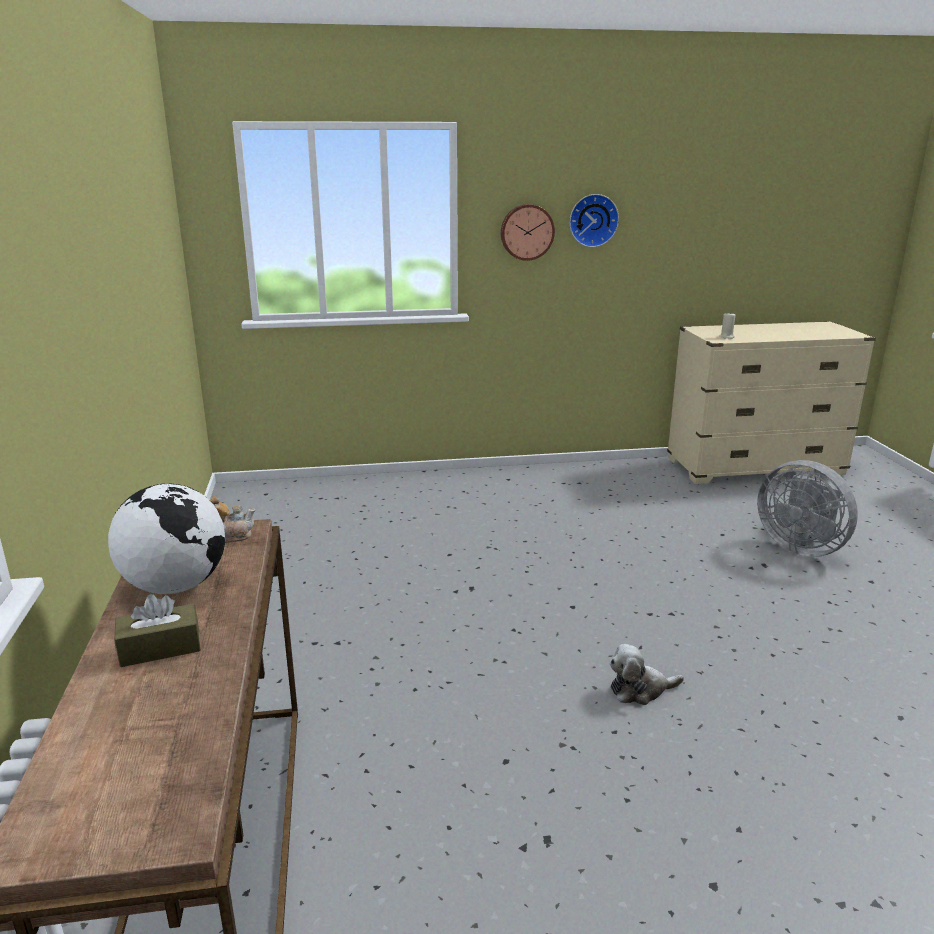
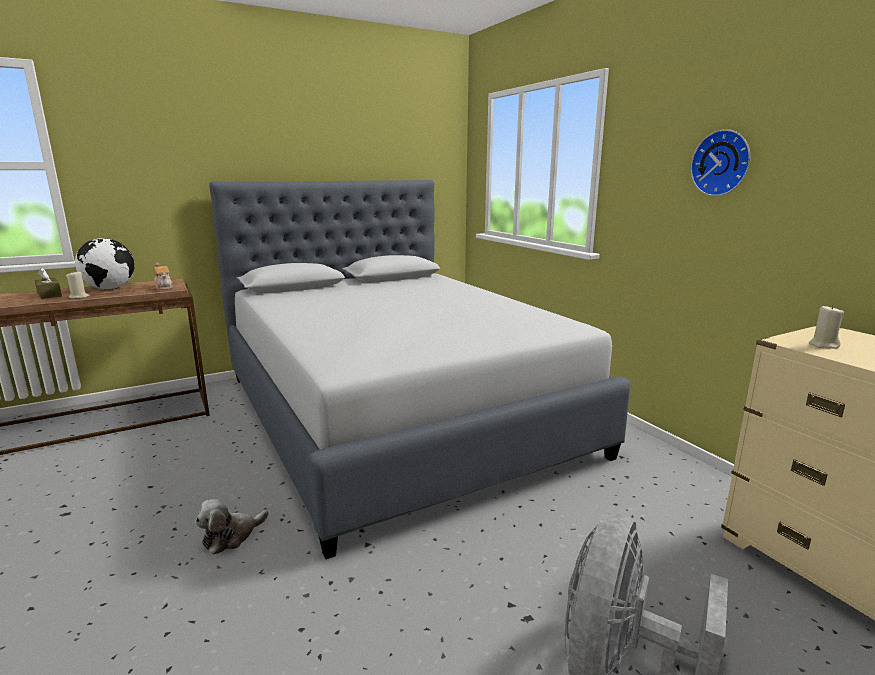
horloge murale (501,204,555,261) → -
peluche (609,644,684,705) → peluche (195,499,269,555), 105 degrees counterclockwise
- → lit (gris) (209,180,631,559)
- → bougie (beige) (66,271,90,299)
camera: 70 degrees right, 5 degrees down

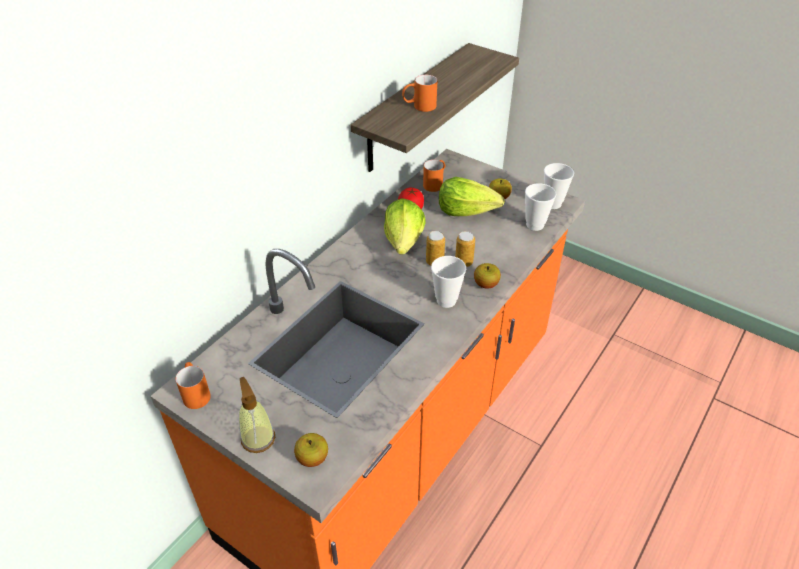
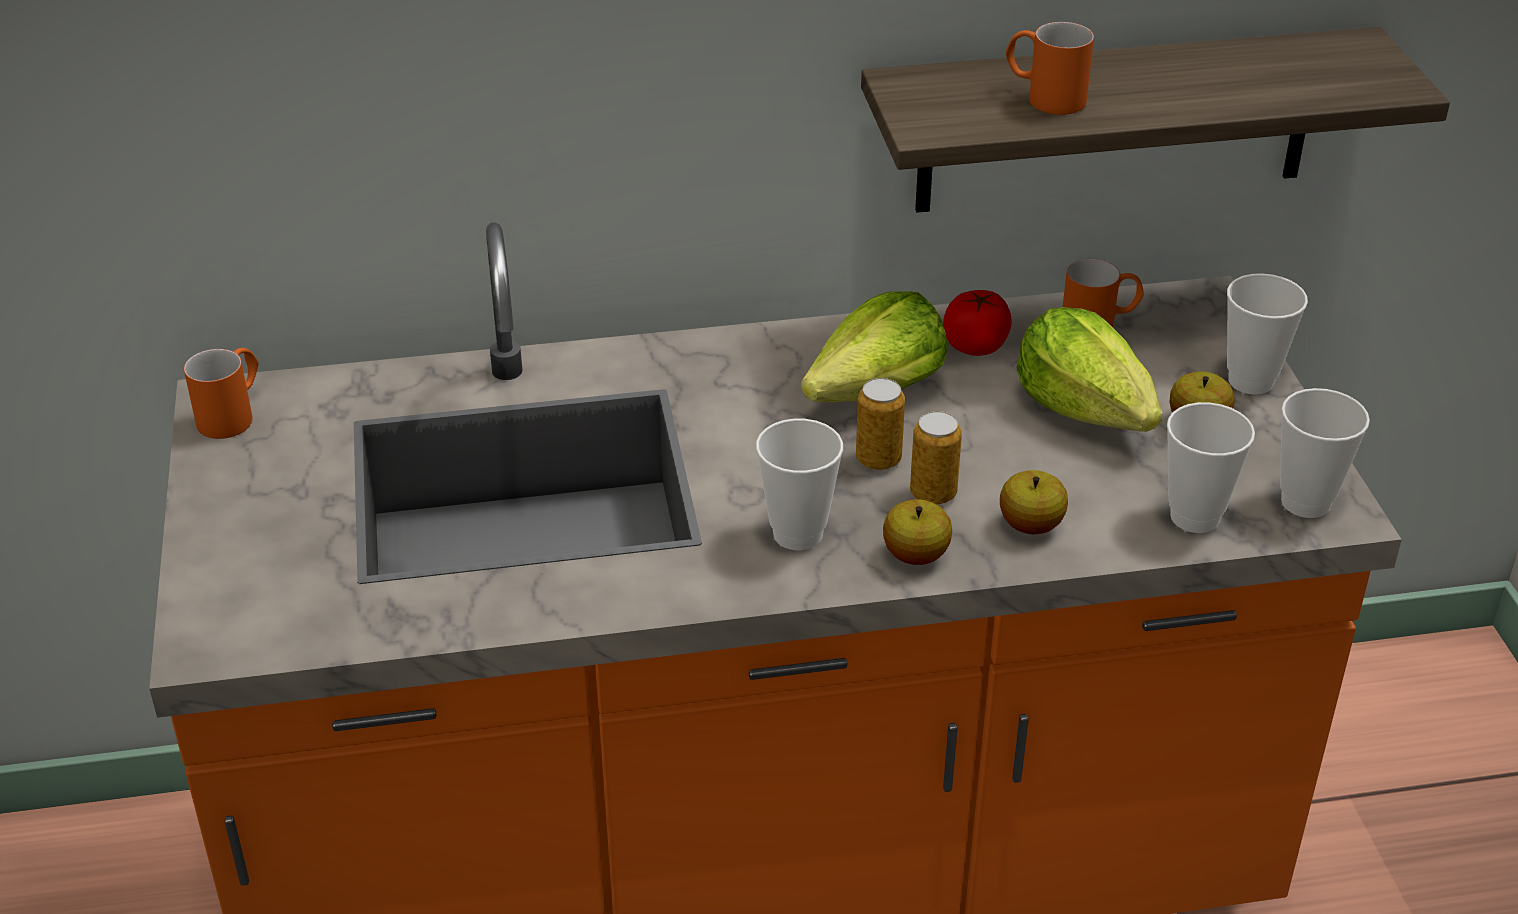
distributeur de savon (239,377,275,453) → -
pomme (294,433,328,467) → pomme (1000,470,1068,534), move
- → tasse (1227,273,1308,395)
camera: 45 degrees right, 5 degrees down

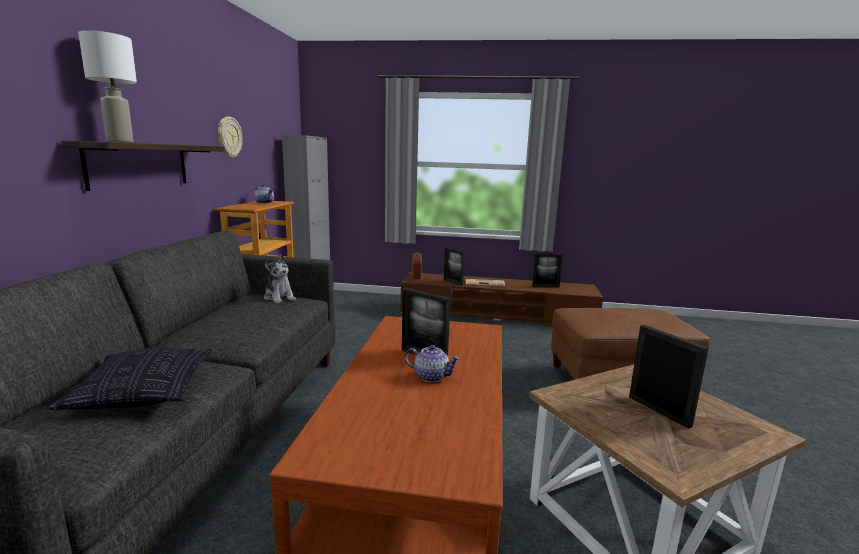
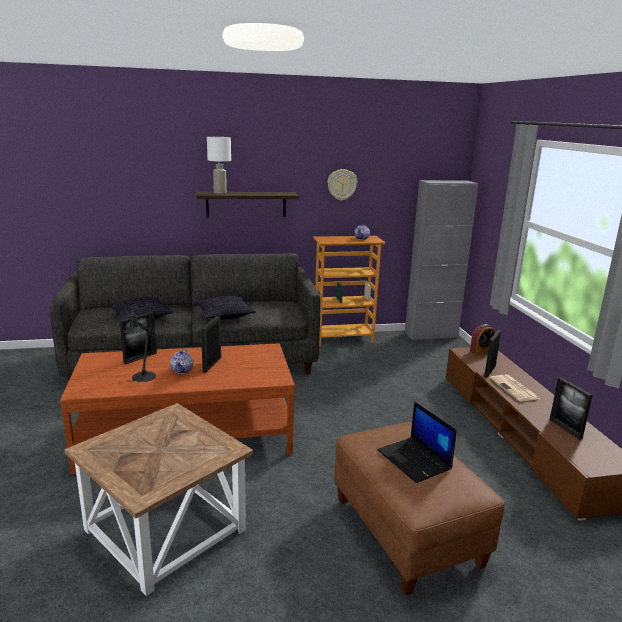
peluche (264,255,296,303) → -
cadre photo (629,325,709,429) → cadre photo (120,312,157,364), move
- → coussin (195,296,256,319)
- → lampe de table (noir) (124,309,156,382)
- → ordinateur portable (377,401,457,483)
camera: 70 degrees right, 5 degrees up

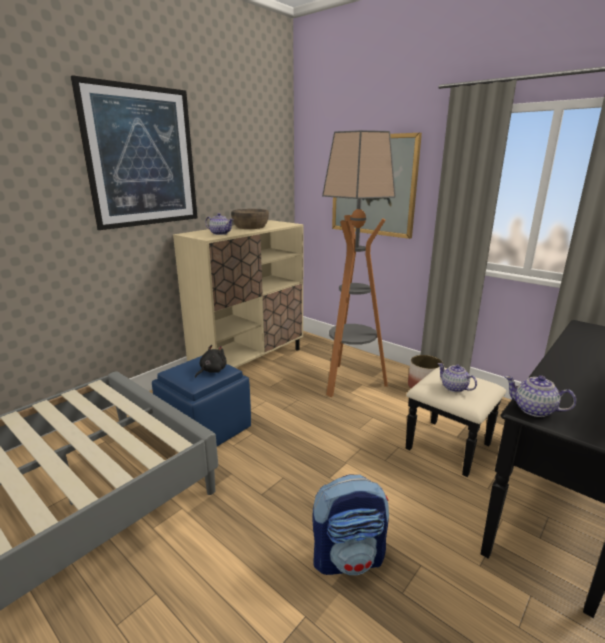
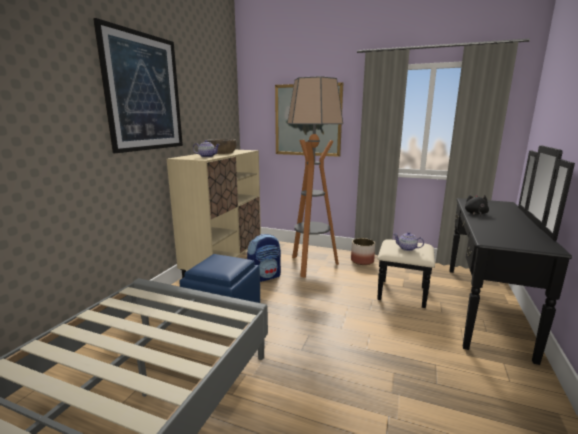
peluche (noir) (195,345,227,378) → peluche (noir) (465,194,489,217), move
théière (504,376,576,417) → -
sac à dos (313,475,389,575) → sac à dos (247,234,281,282), move
camera: 20 degrees left, 5 degrees down

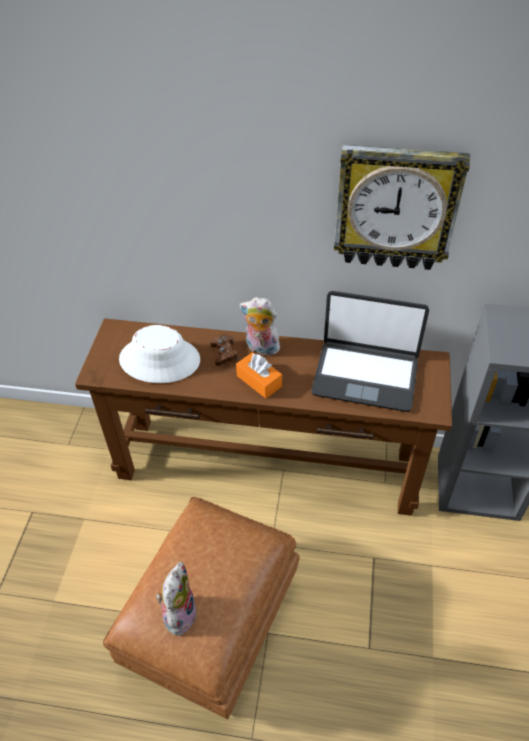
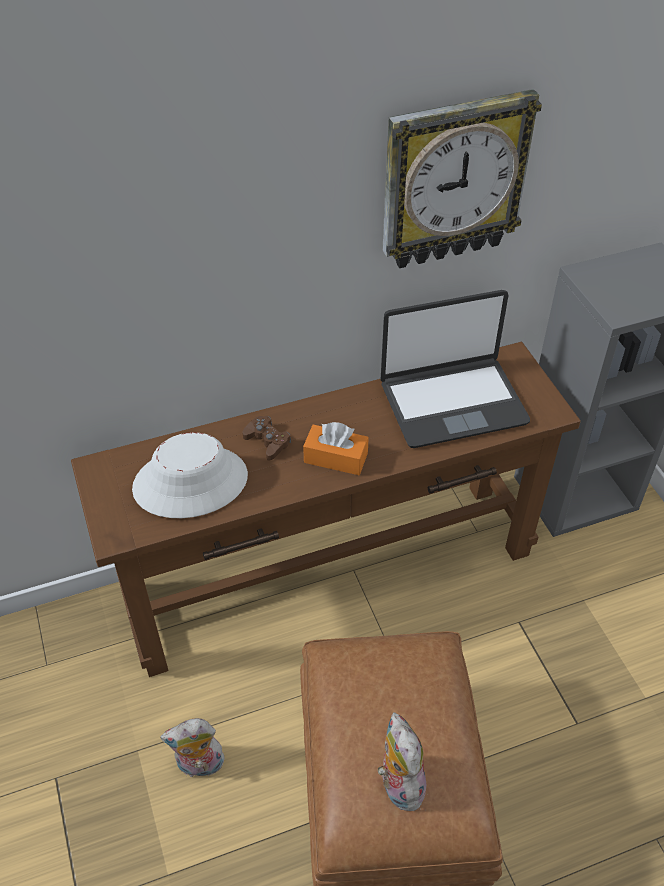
peluche (239,297,282,356) → peluche (160,718,225,777), move
camera: 30 degrees left, 0 degrees up

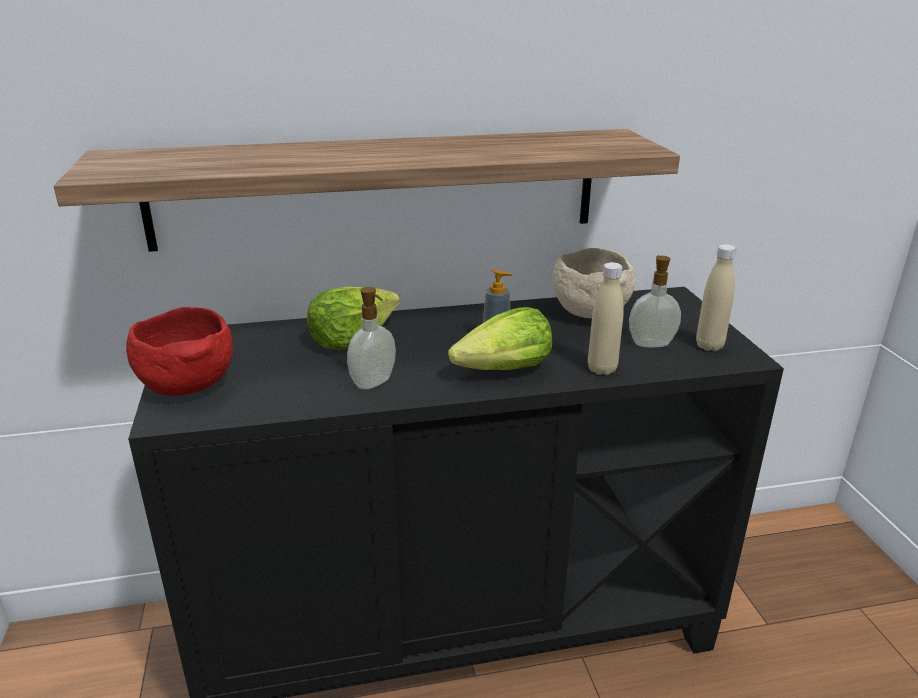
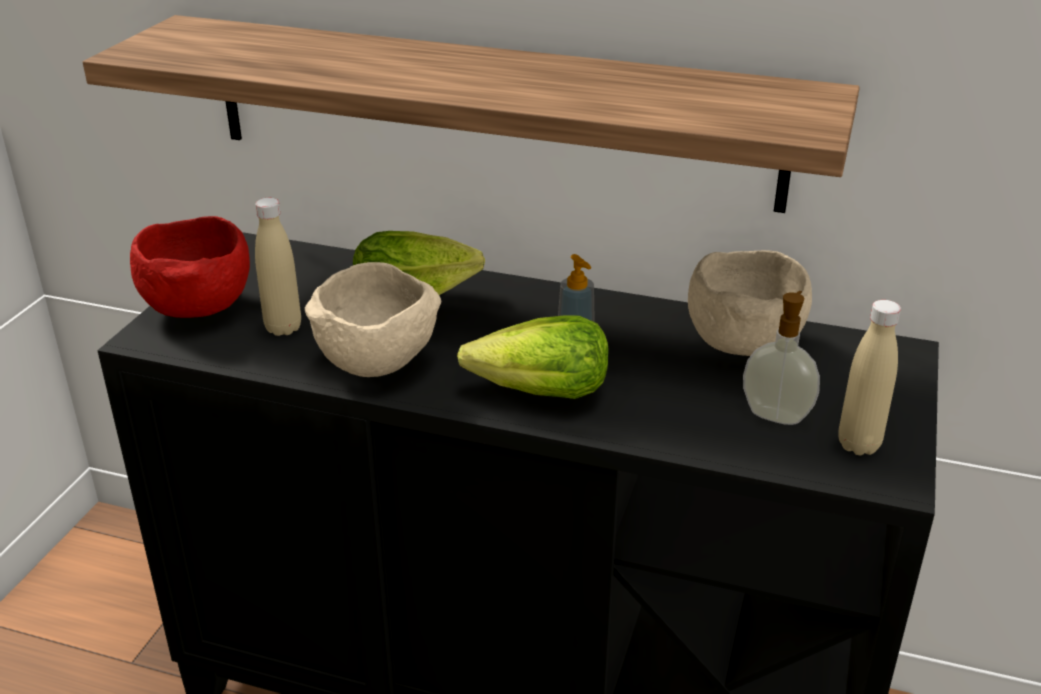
bouteille (beige) (588,262,624,375) → bouteille (beige) (255,198,301,336), move
distributeur de savon (347,287,396,389) → bol (beige) (305,262,441,377)
camera: 30 degrees right, 5 degrees up

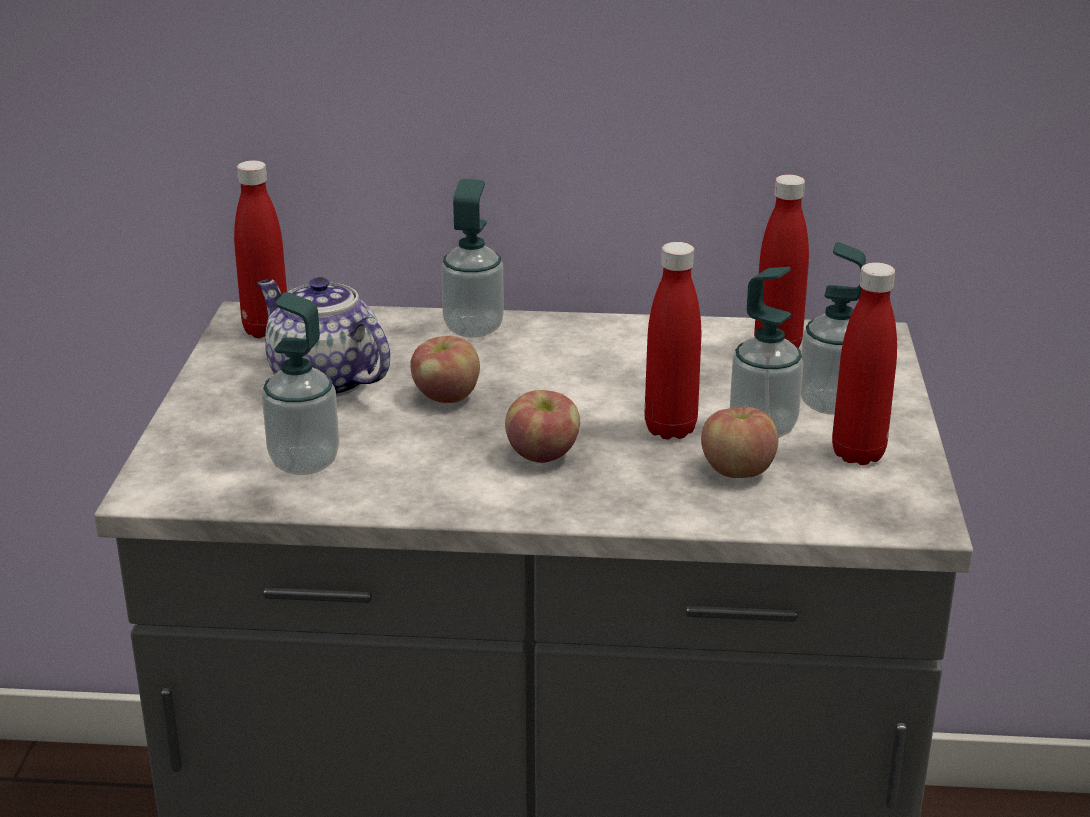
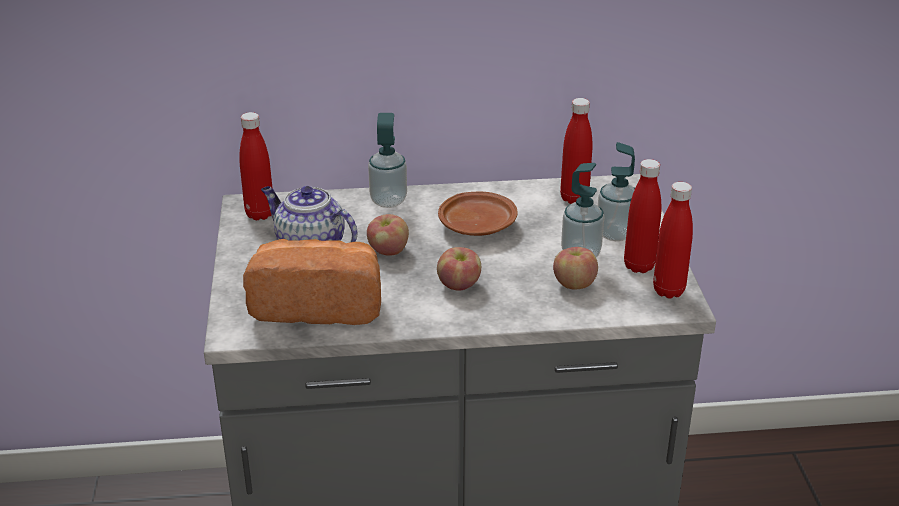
bouteille (rouge) (645,242,701,439) → bouteille (rouge) (653,182,693,299), move
distributeur de savon (262,292,339,475) → pain (243,239,381,325)
- → assiette (marron) (438,192,518,236)
camera: 10 degrees left, 5 degrees up

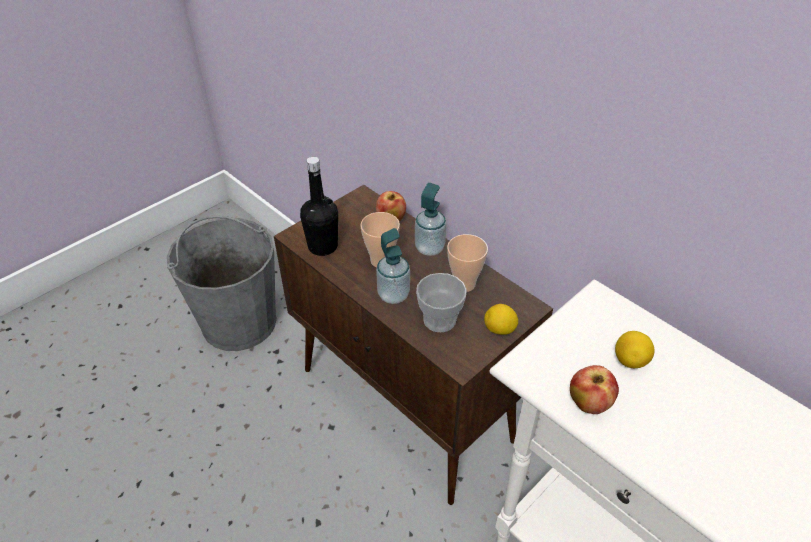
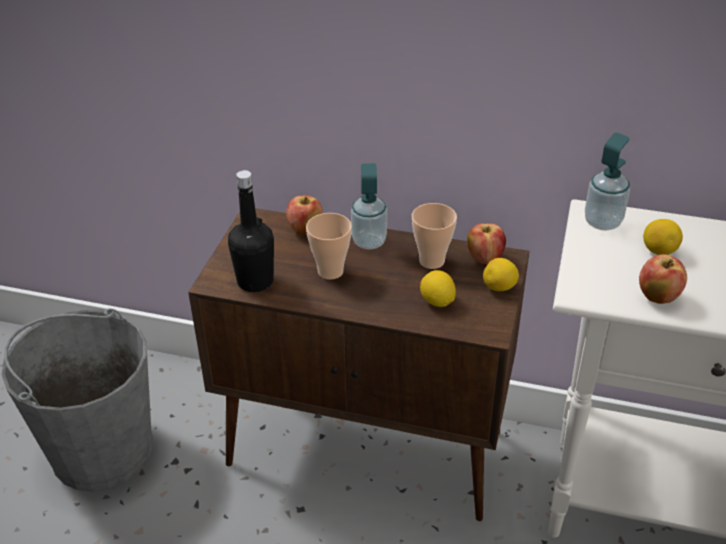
distributeur de savon (376,228,410,304) → distributeur de savon (585,132,630,230), move
tasse (416,273,467,332) → citron (420,270,456,307)
- → pomme (467,223,506,264)
camera: 30 degrees left, 5 degrees down

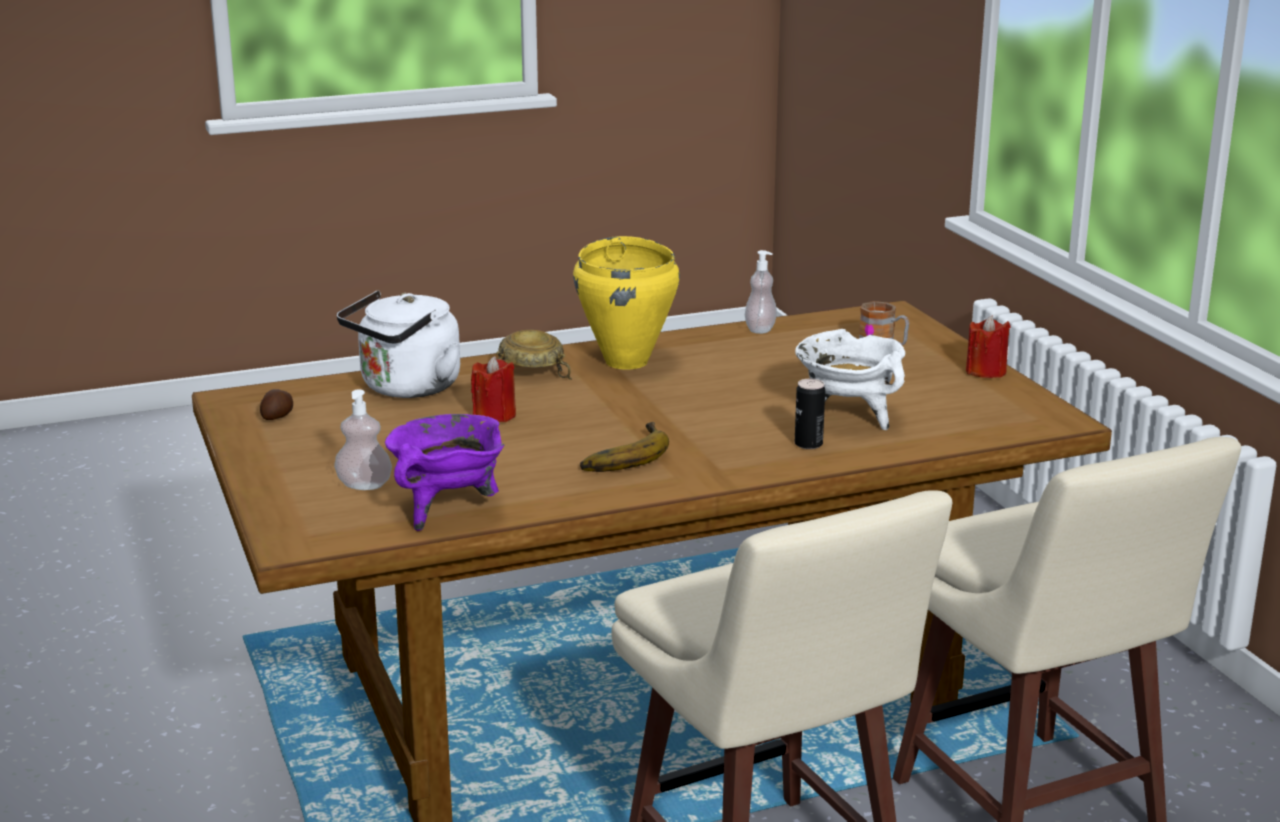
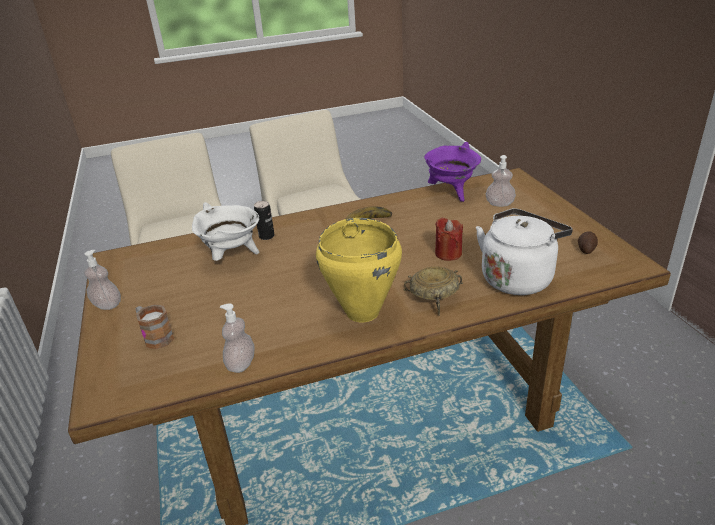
bougie (rouge) (966,315,1011,378) → distributeur de savon (84,250,121,310)
camera: 175 degrees left, 10 degrees up

